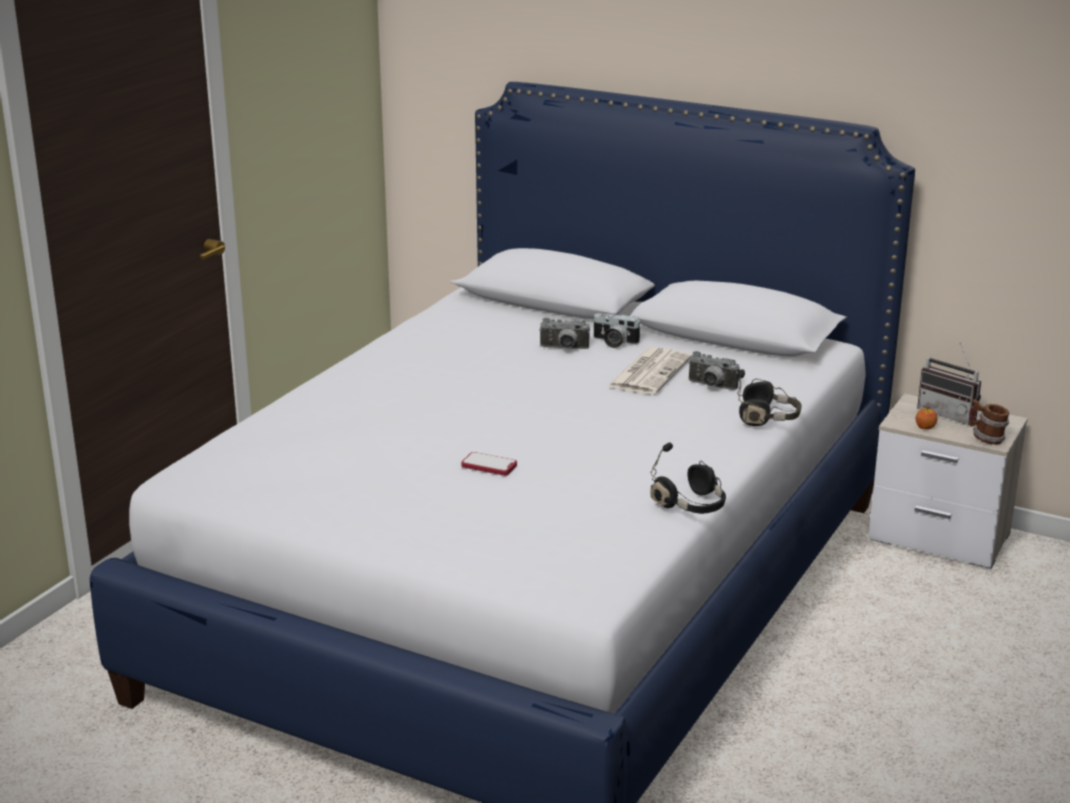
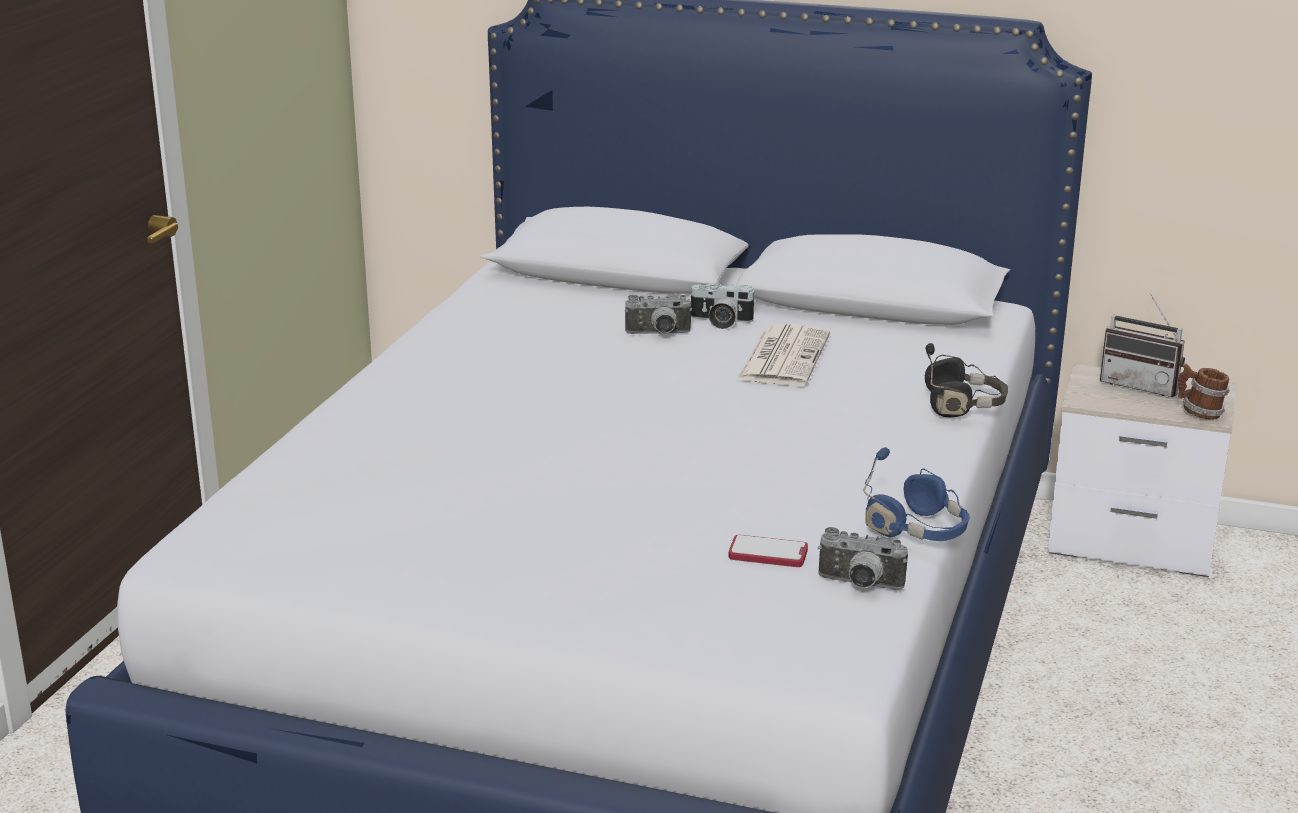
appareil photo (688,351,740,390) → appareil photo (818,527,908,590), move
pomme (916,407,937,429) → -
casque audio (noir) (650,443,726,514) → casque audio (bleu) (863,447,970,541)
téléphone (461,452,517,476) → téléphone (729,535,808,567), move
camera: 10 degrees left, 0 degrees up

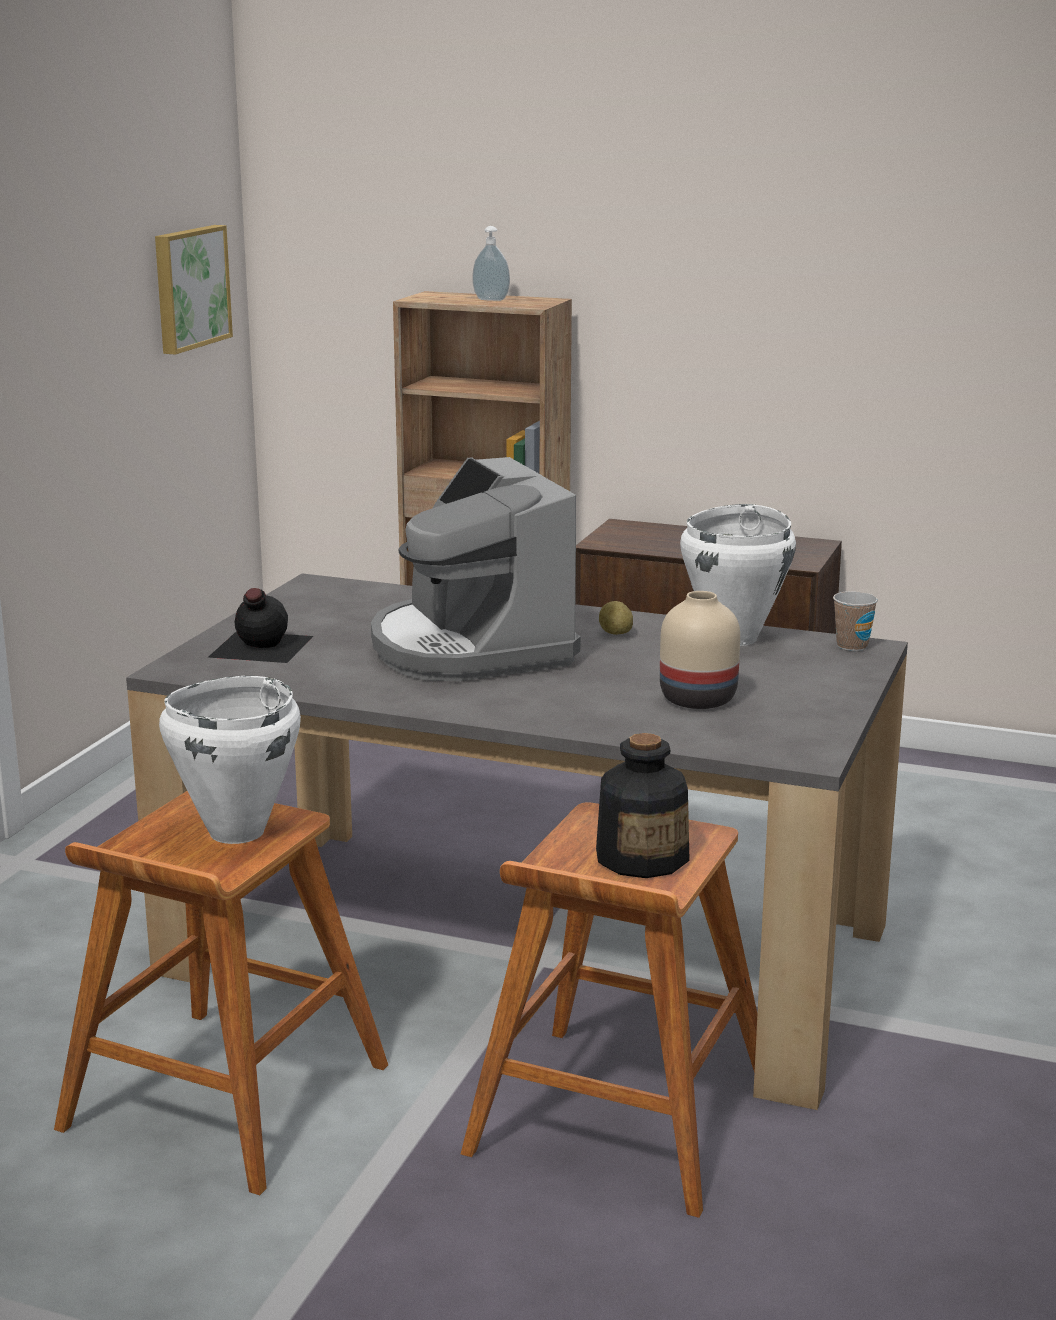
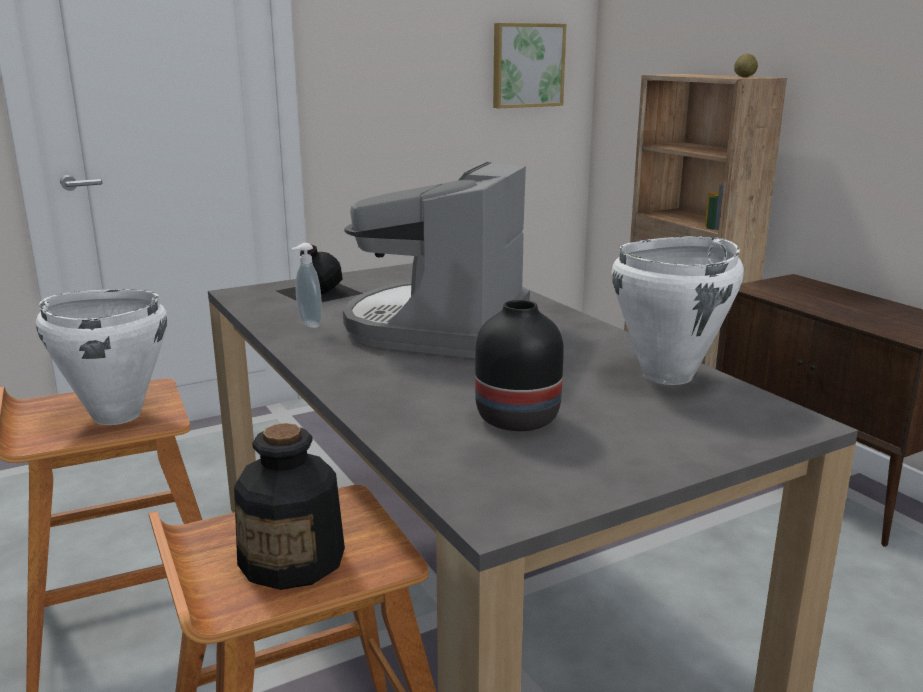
distributeur de savon (472,226,510,301) → distributeur de savon (291,243,322,328), move
vase (beige) (660,591,740,709) → vase (noir) (475,300,564,431)
tasse (833,591,878,651) → -
pomme de terre (599,601,633,635) → pomme de terre (734,53,758,77), move
camera: 40 degrees right, 0 degrees up

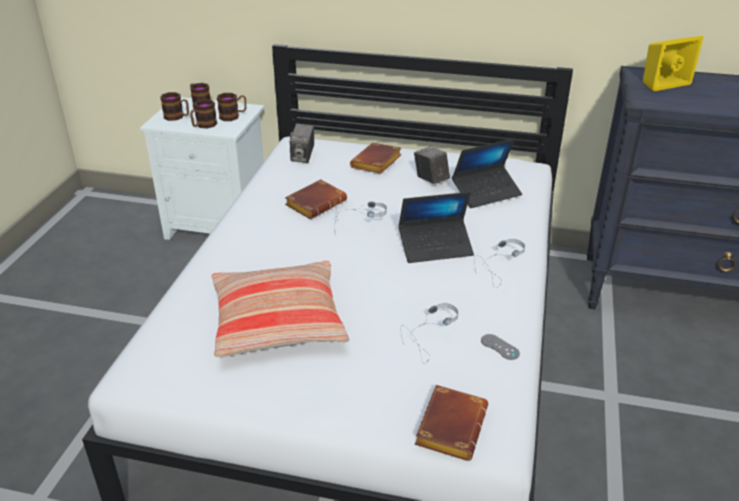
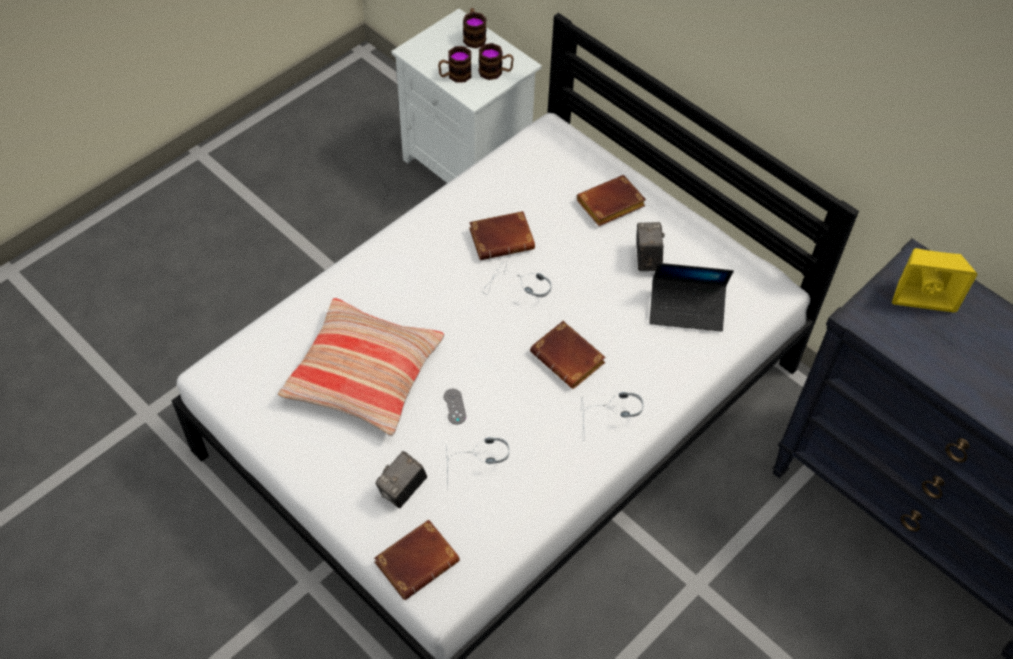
mug (160,92,189,121) → -
appareil photo (290,123,314,163) → appareil photo (375,451,427,508), move
ordinateur portable (398,192,474,263) → livre (marron) (530,321,606,389)
manette (gris) (481,334,520,360) → manette (gris) (444,389,466,425), move
camera: 30 degrees right, 20 degrees up

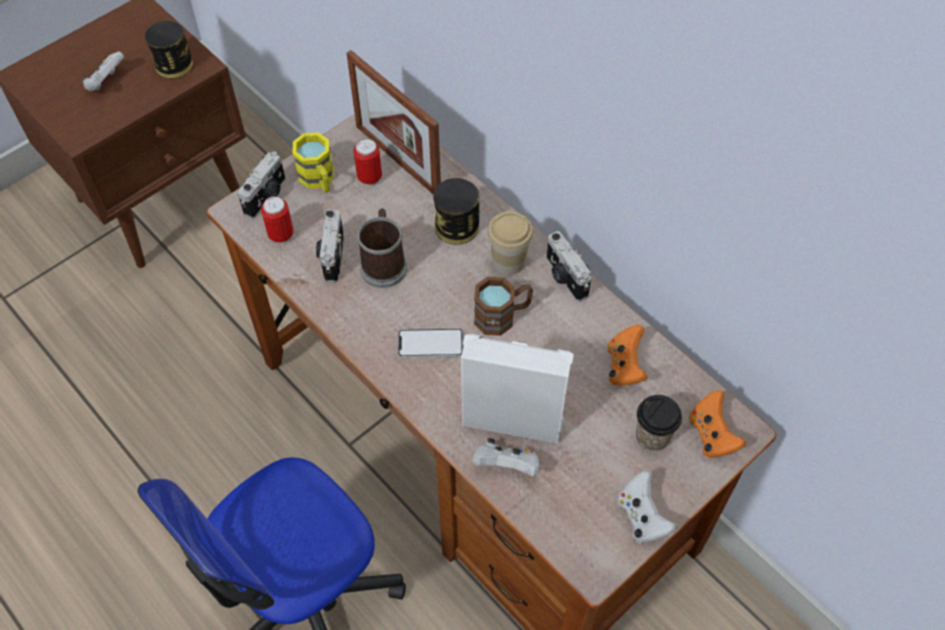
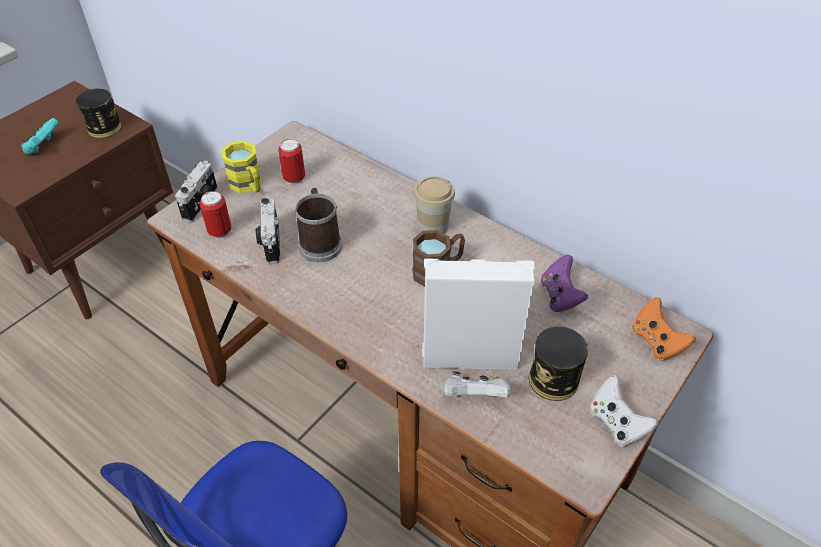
cadre photo (347,50,441,194) → -
manette (blanc) (82,51,124,91) → manette (turquoise) (20,118,58,155)
boîte métallique (433,178,479,245) → boîte métallique (529,327,588,401), move
appareil photo (546,231,591,301) → -
manette (orange) (608,325,648,386) → manette (violet) (541,255,588,312)
téléphone (397,328,464,358) → -
tasse (636,395,682,451) → -
camera: 10 degrees left, 10 degrees down

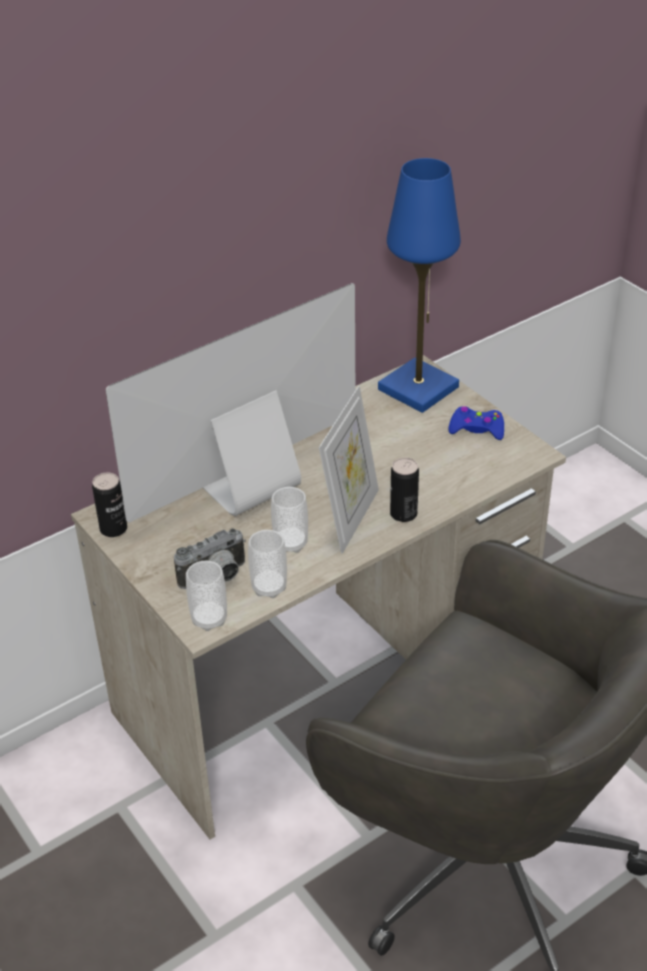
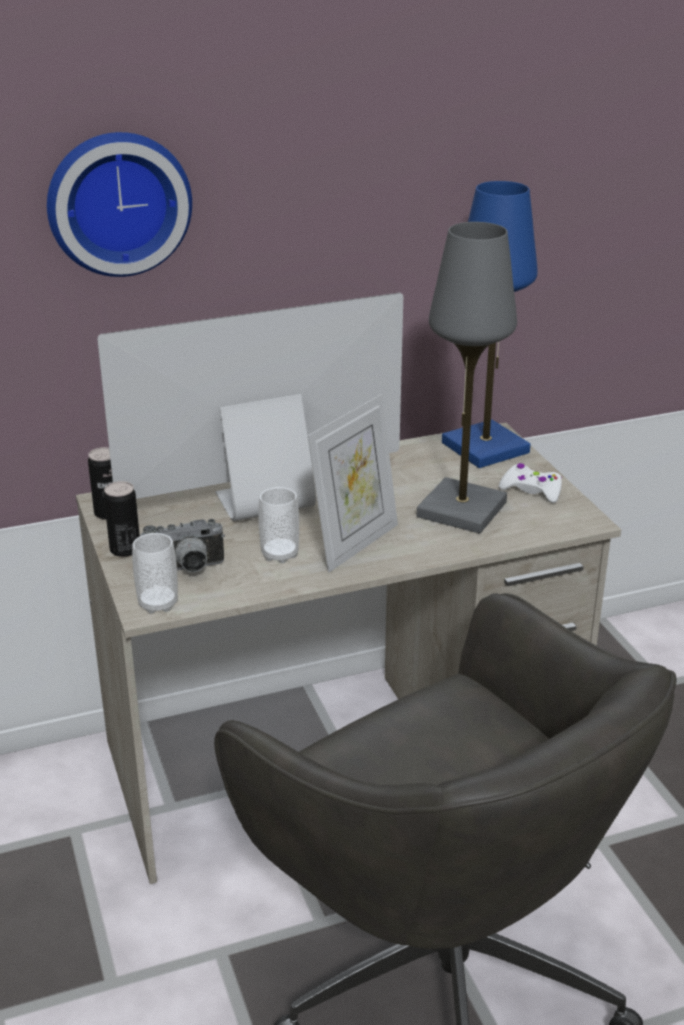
manette (bleu) (448,406,504,440) → manette (blanc) (499,463,562,503)
boîte métallique (390,458,419,522) → boîte métallique (104,481,140,557), move
tasse (248,530,287,598) → -
- → horloge murale (47,132,192,277)
- → lampe de table (gris) (417,222,517,534)
camera: 15 degrees right, 10 degrees down

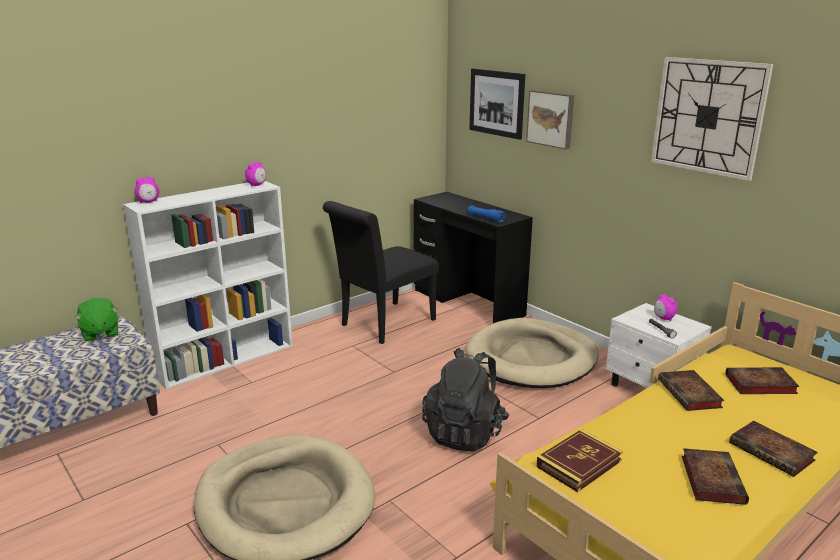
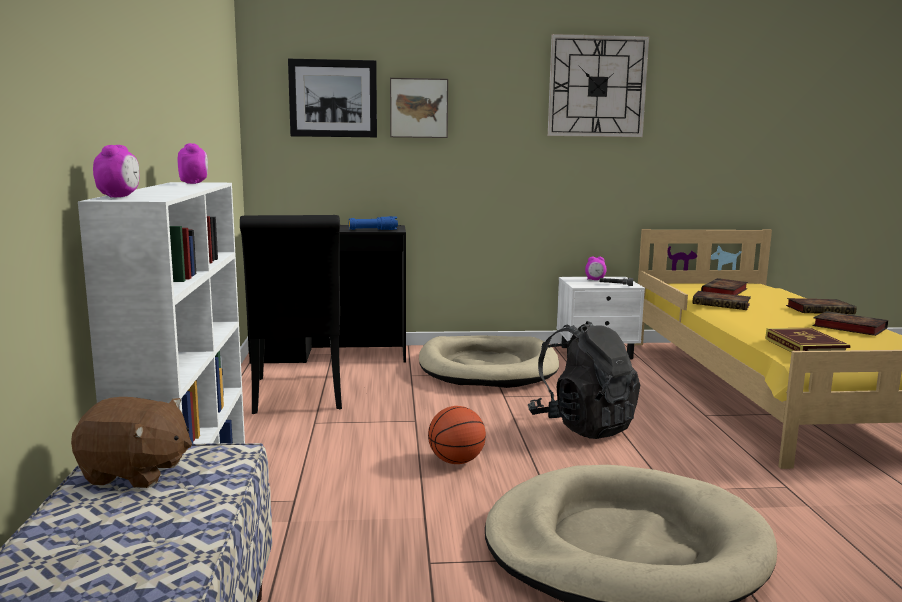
peluche (vert) (74,298,118,342) → peluche (marron) (71,397,192,488)
- → ballon de basket (428,406,486,464)
camera: 55 degrees left, 10 degrees down

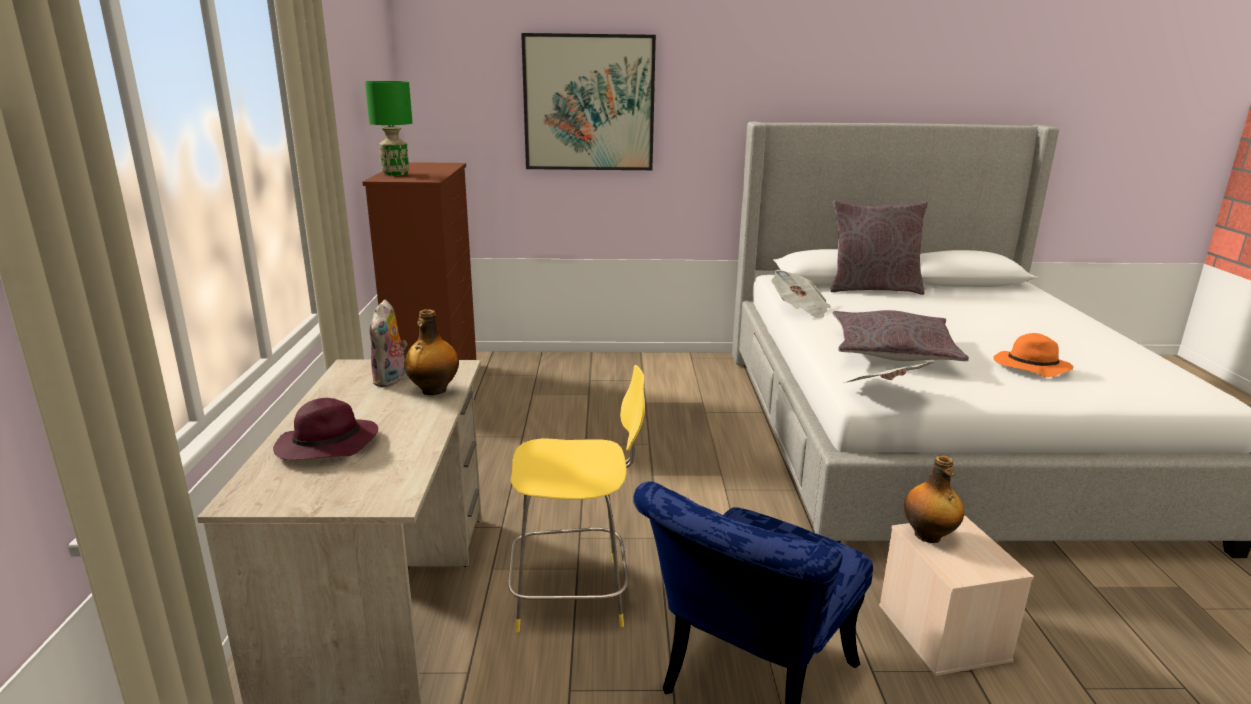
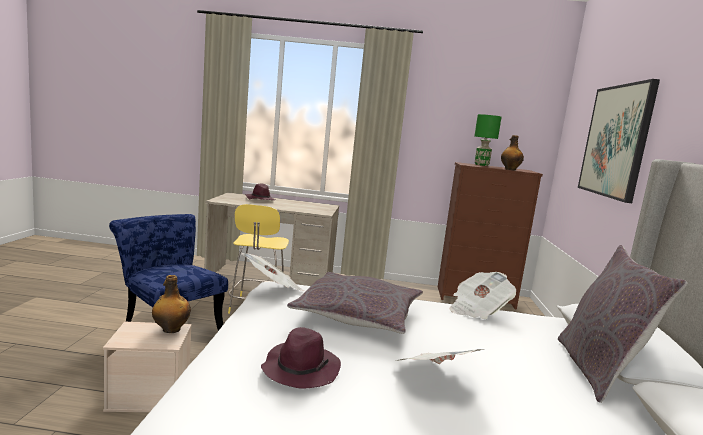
peluche (370,299,408,387) → -
bouteille (404,309,459,395) → bouteille (501,135,524,171), move
chapeau (orange) (994,333,1073,377) → chapeau (violet) (261,327,341,389)
- → journal (393,349,485,364)
camera: 95 degrees right, 10 degrees down

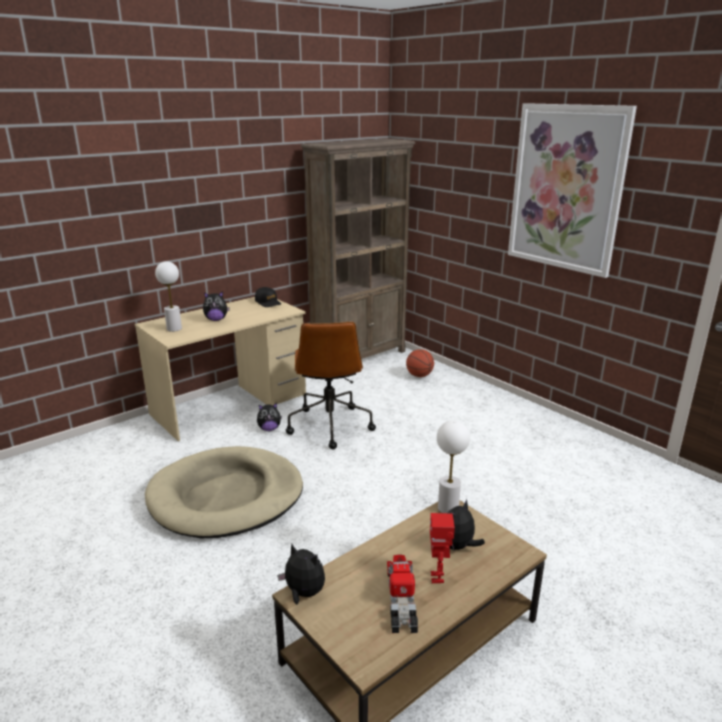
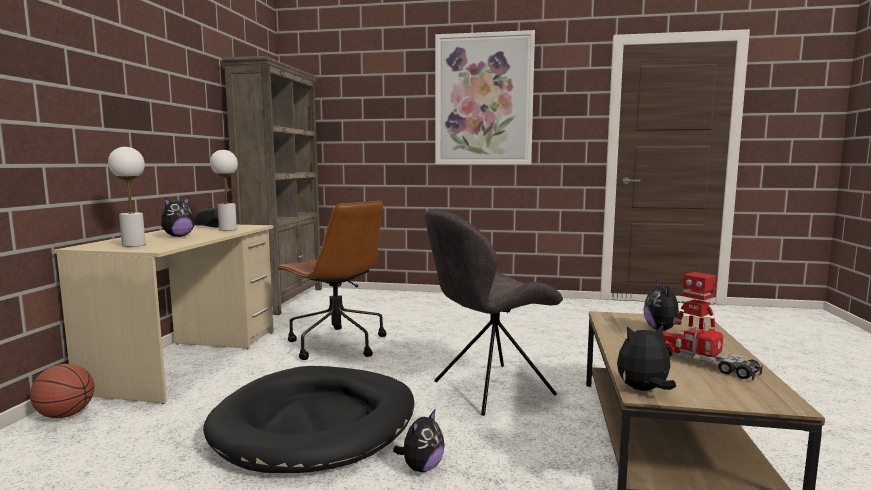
ballon de basket (406,349,434,377) → ballon de basket (30,364,94,418), move
peluche (257,403,282,431) → peluche (393,410,445,472), move
lampe de table (blanc) (437,421,470,513) → lampe de table (blanc) (210,150,238,231), move
panier pour chien (beige) (145,446,303,538) → panier pour chien (noir) (203,366,414,473)
- → chaise (gris) (424,209,563,416)
camera: 40 degrees left, 15 degrees down

